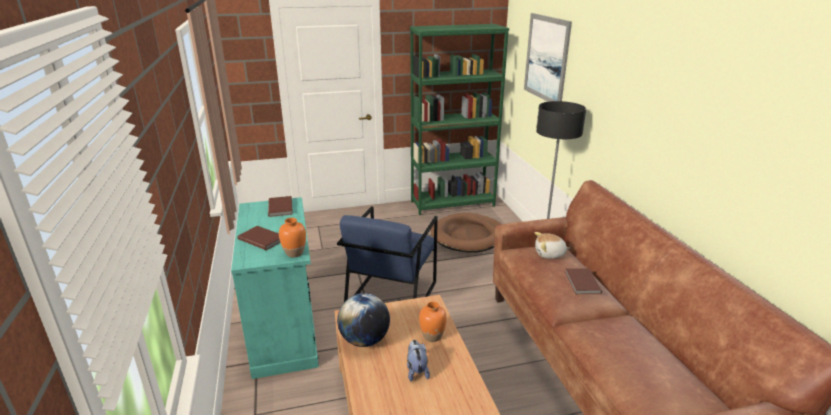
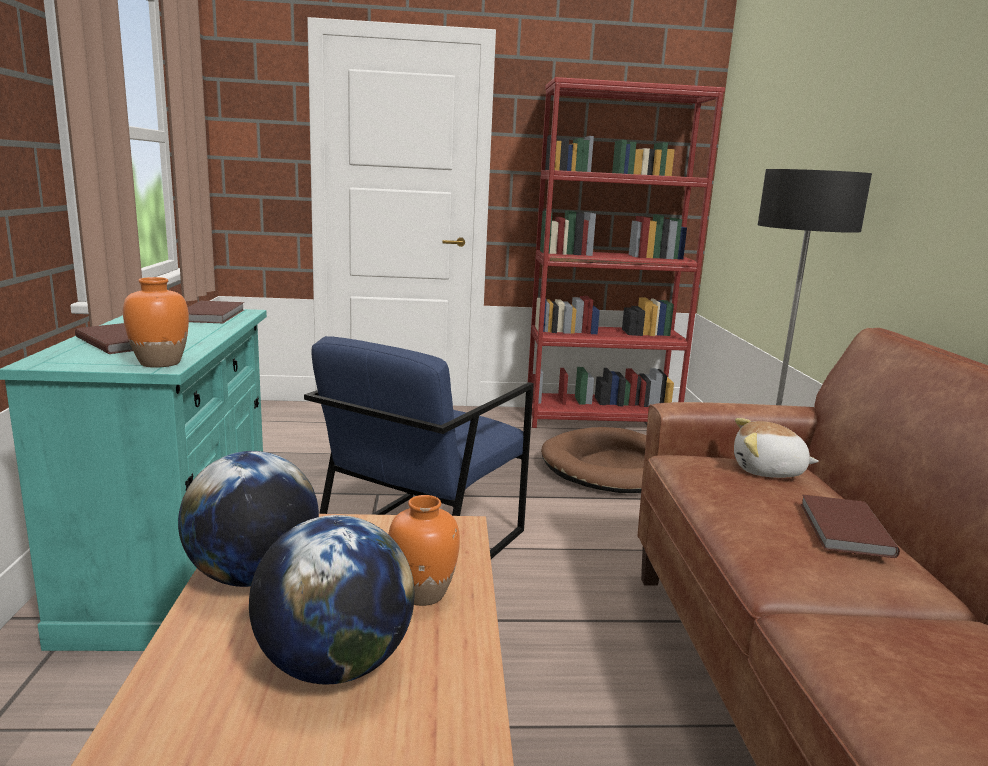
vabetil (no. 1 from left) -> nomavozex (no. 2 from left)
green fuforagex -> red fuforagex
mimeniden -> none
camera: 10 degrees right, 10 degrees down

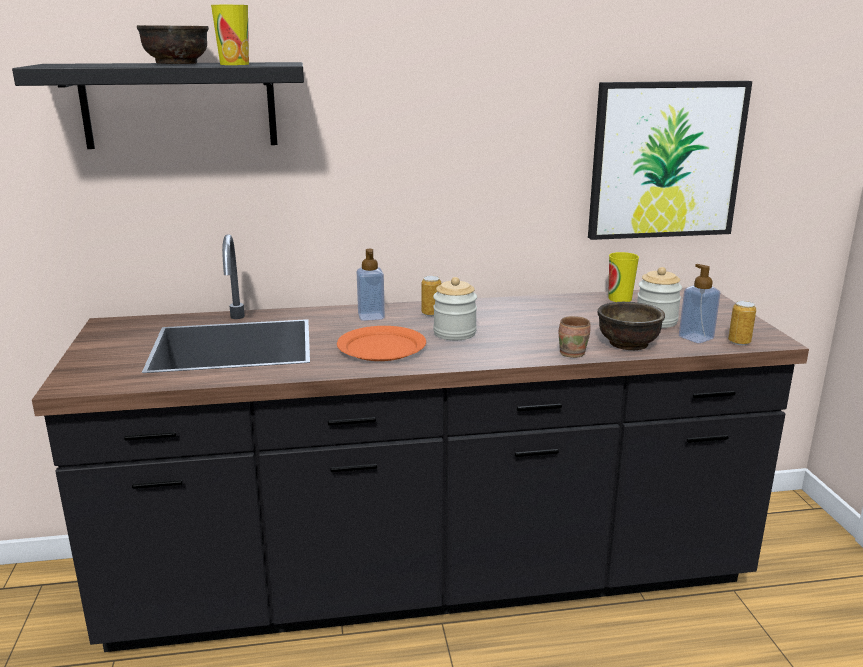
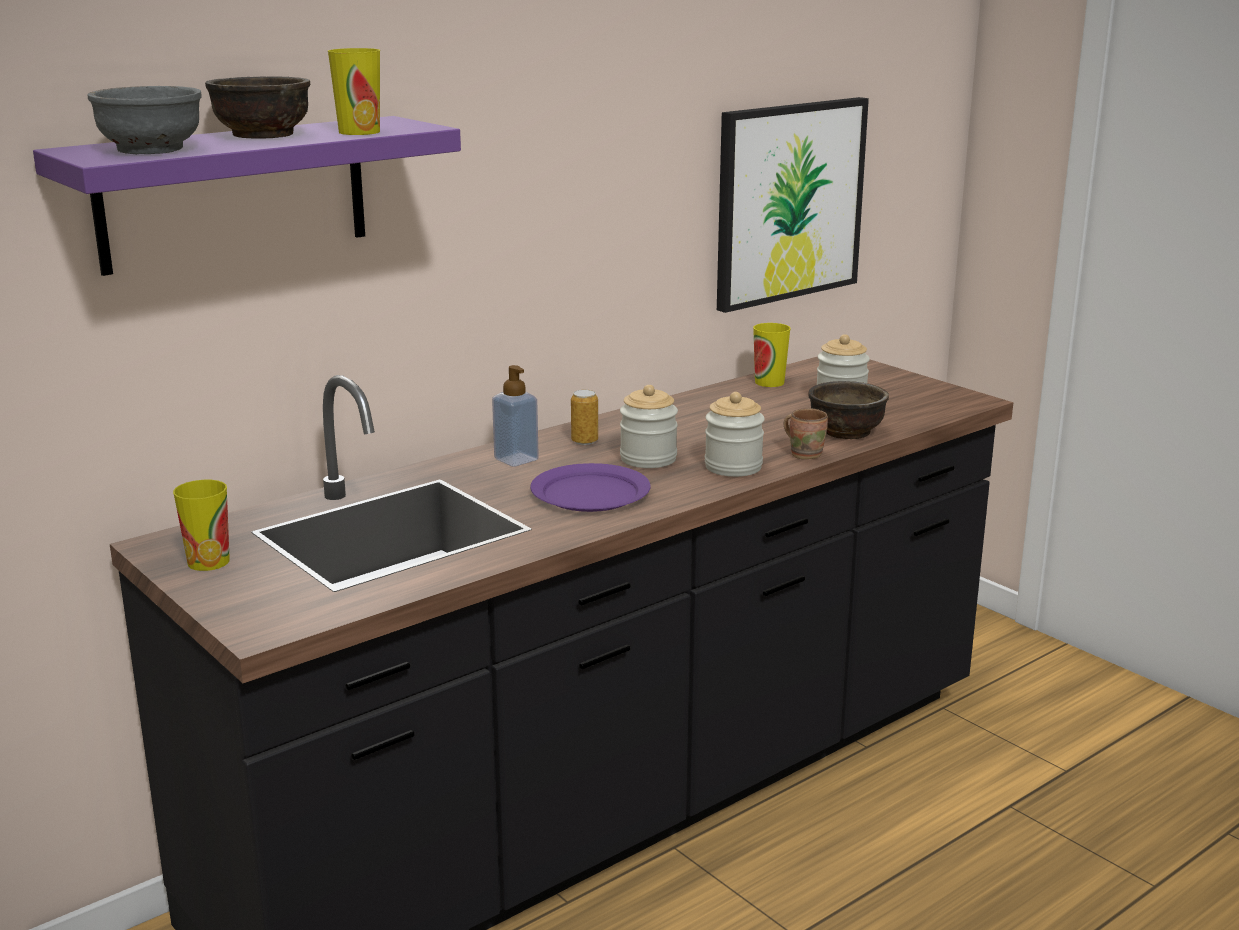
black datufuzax -> purple datufuzax
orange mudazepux -> purple mudazepux
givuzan (no. 2 from left) -> none
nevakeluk (no. 2 from left) -> none
none -> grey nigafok
none -> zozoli (no. 1 from left)
none -> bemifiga (no. 2 from left)
camera: 30 degrees left, 0 degrees up

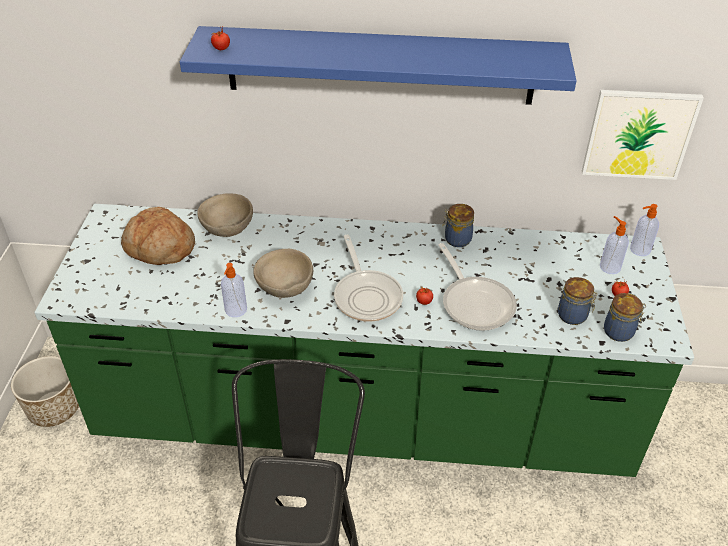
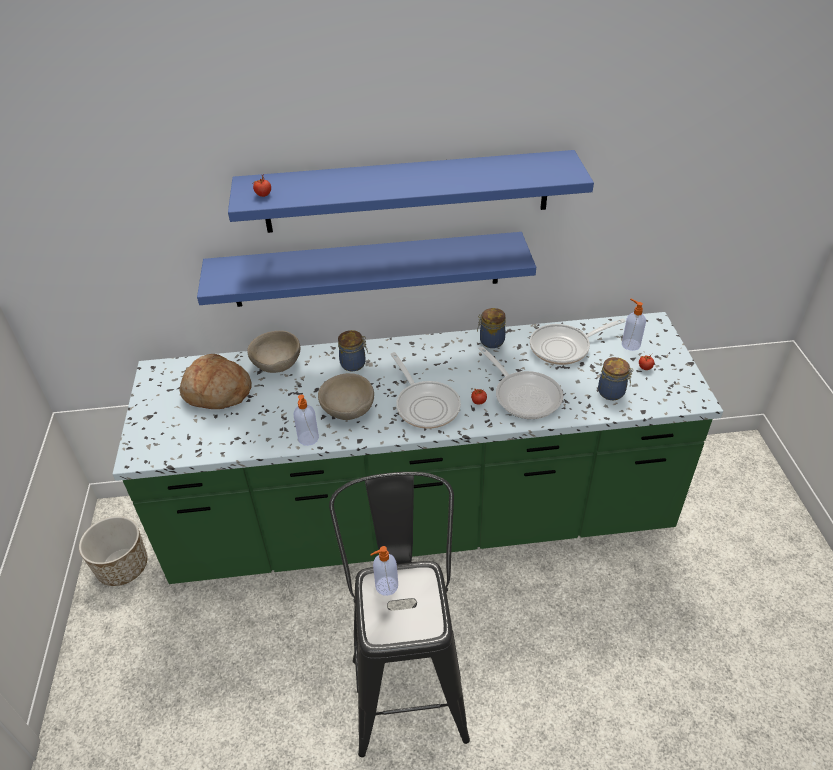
mimeniden -> none
bemifiga (no. 3 from left in the first image) -> bemifiga (no. 1 from left), shifted
givuzan (no. 3 from left in the first image) -> givuzan (no. 2 from left), shifted
none -> blue datufuzax (no. 1 from left)
none -> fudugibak (no. 3 from left)
camera: 10 degrees left, 0 degrees up

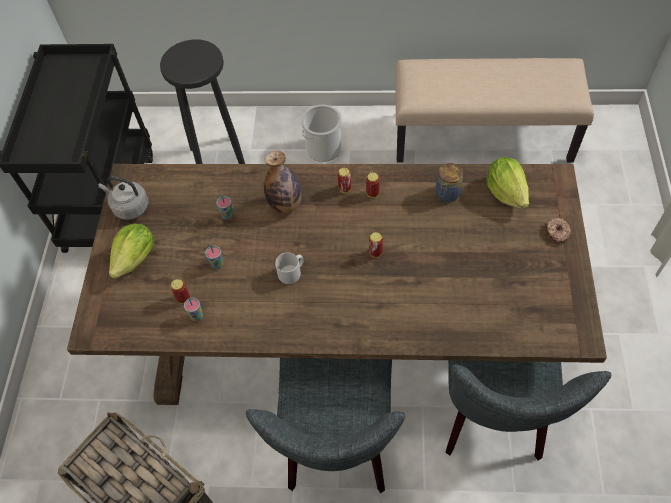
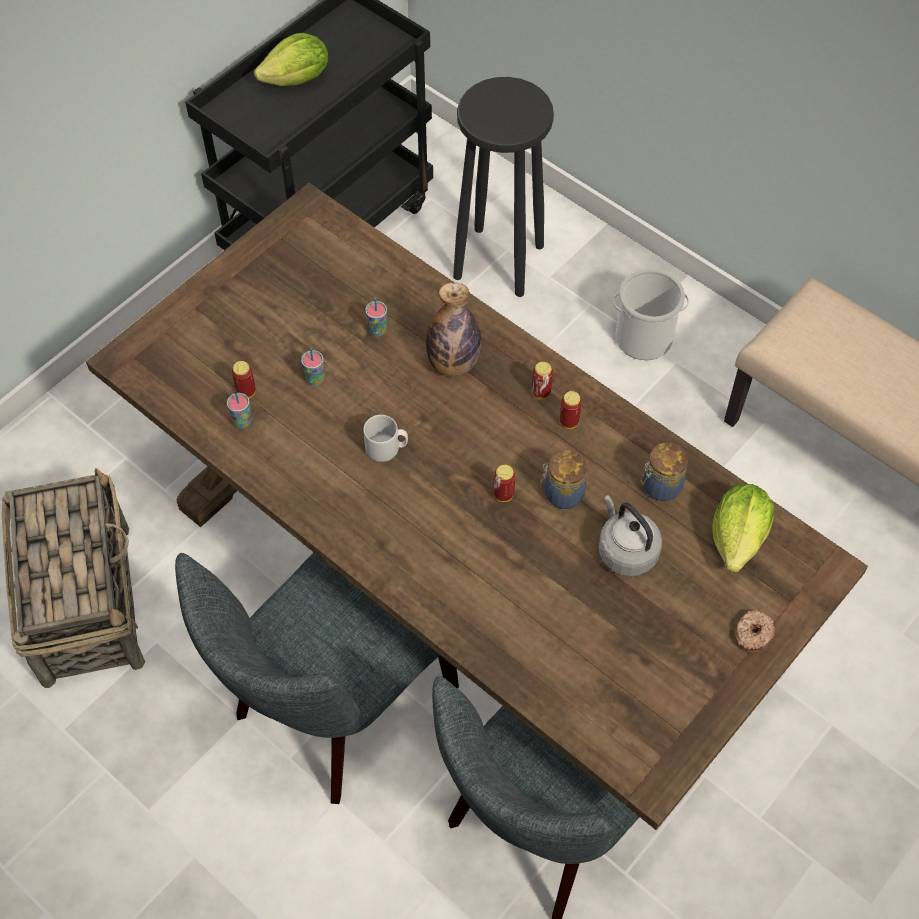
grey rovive, shifted
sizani (no. 1 from left), shifted
none -> bemifiga (no. 1 from left)
camera: 35 degrees right, 0 degrees up

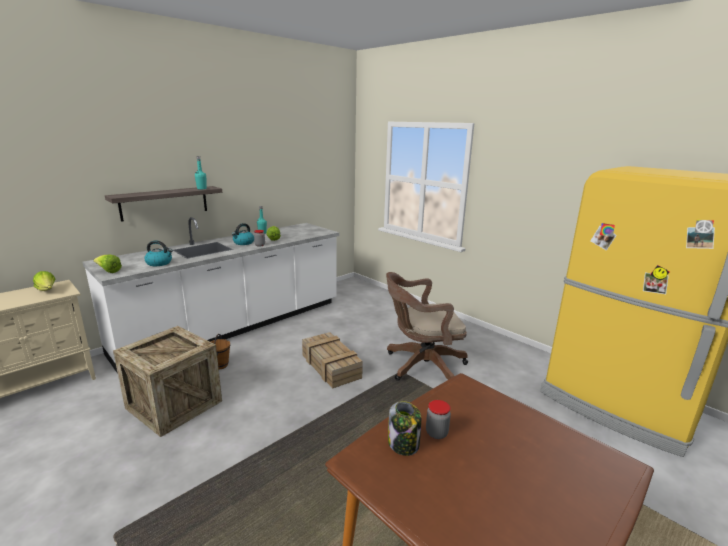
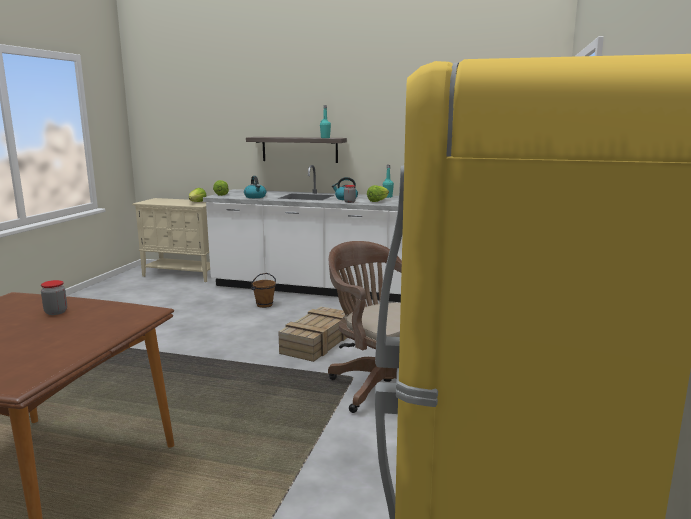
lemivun (no. 1 from left) -> none
bemifiga (no. 2 from left) -> none
camera: 60 degrees right, 5 degrees down

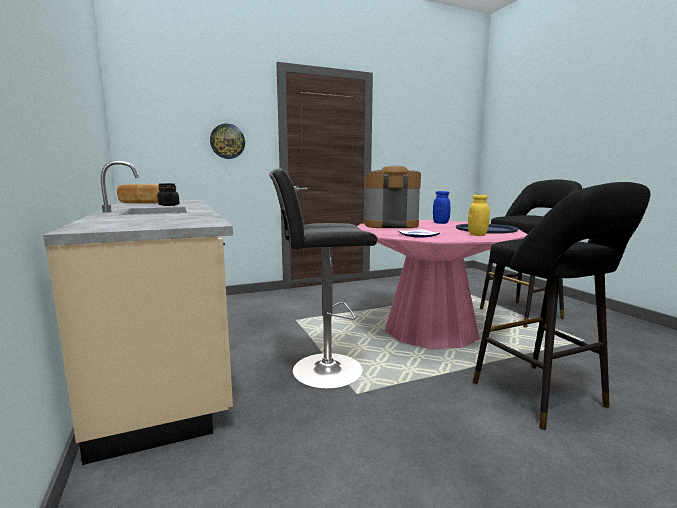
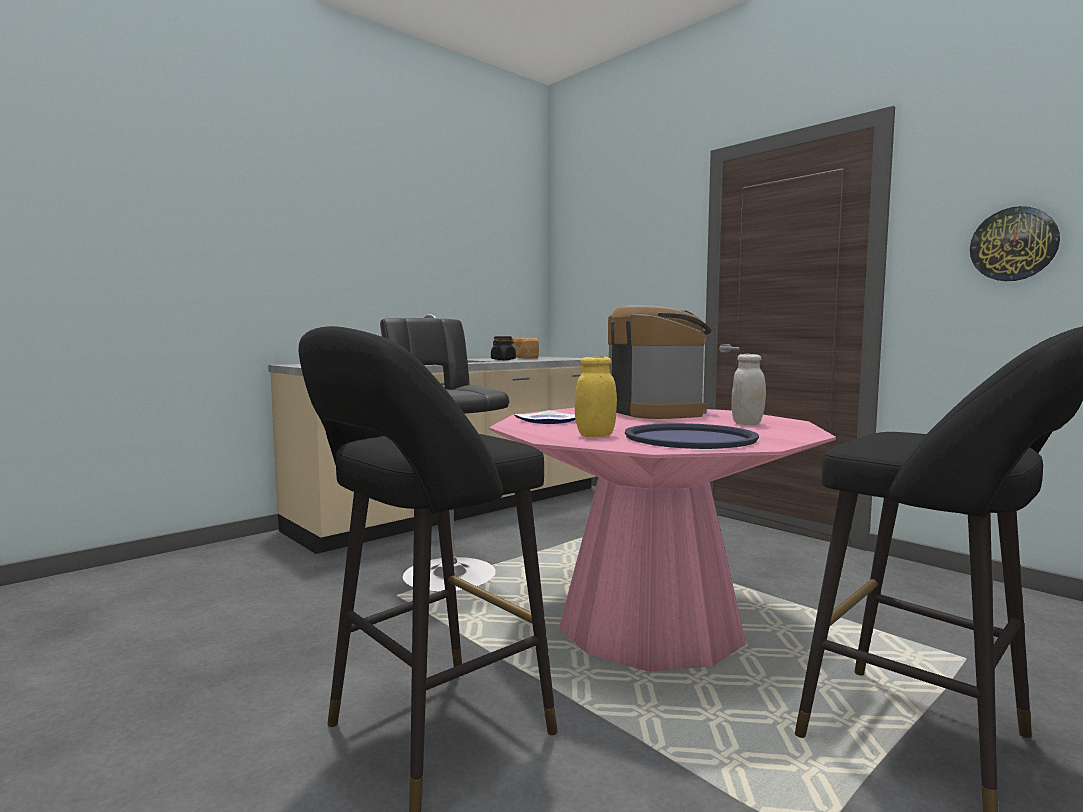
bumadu, shifted
blue bemifiga -> white bemifiga
camera: 70 degrees right, 5 degrees down

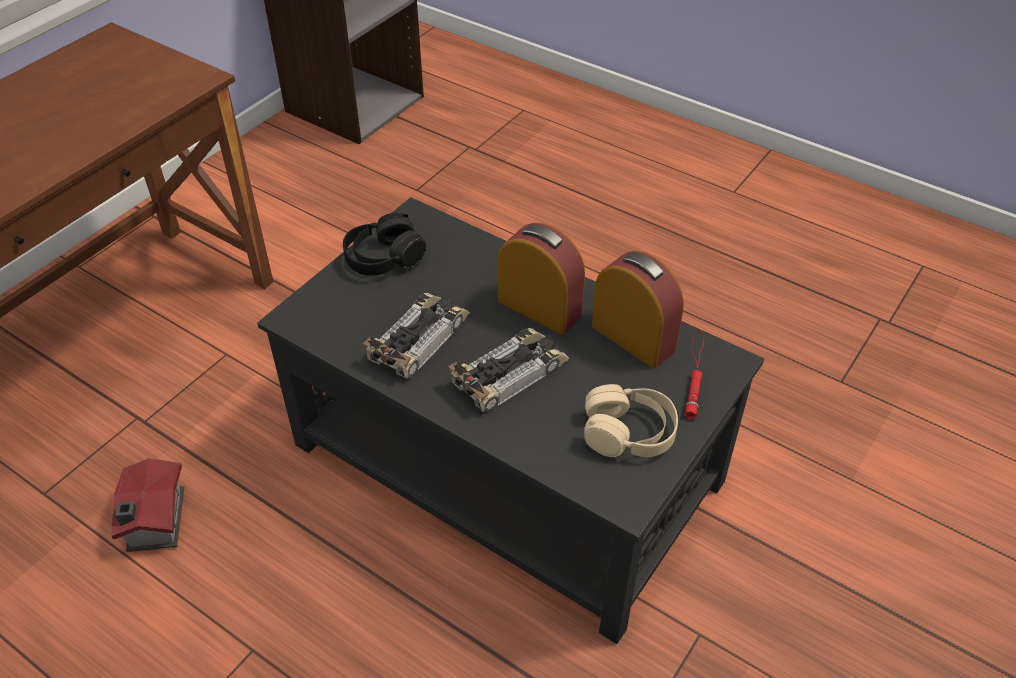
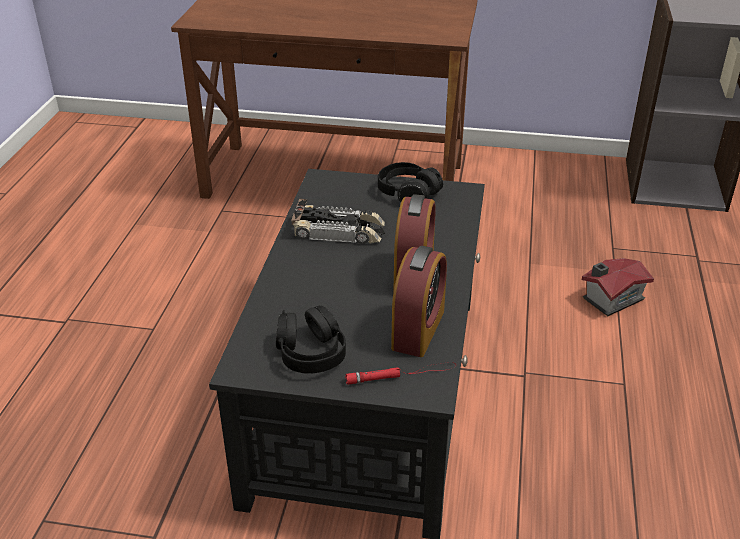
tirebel, shifted
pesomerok (no. 2 from left) -> none
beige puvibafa -> black puvibafa (no. 1 from left)
camera: 65 degrees right, 10 degrees down

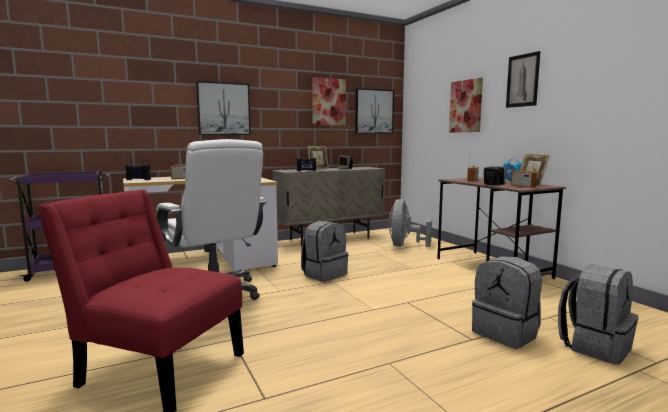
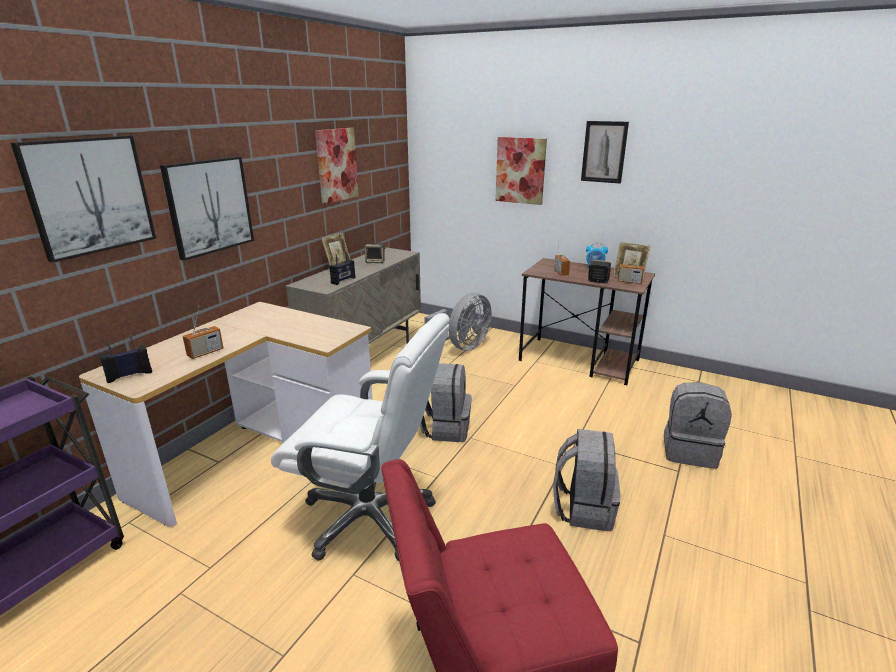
mimeniden (no. 3 from left in the first image) -> mimeniden (no. 1 from left), shifted
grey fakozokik, 120 degrees counterclockwise
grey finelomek (no. 3 from left in the first image) -> grey finelomek (no. 2 from left), shifted
camera: 35 degrees left, 15 degrees up

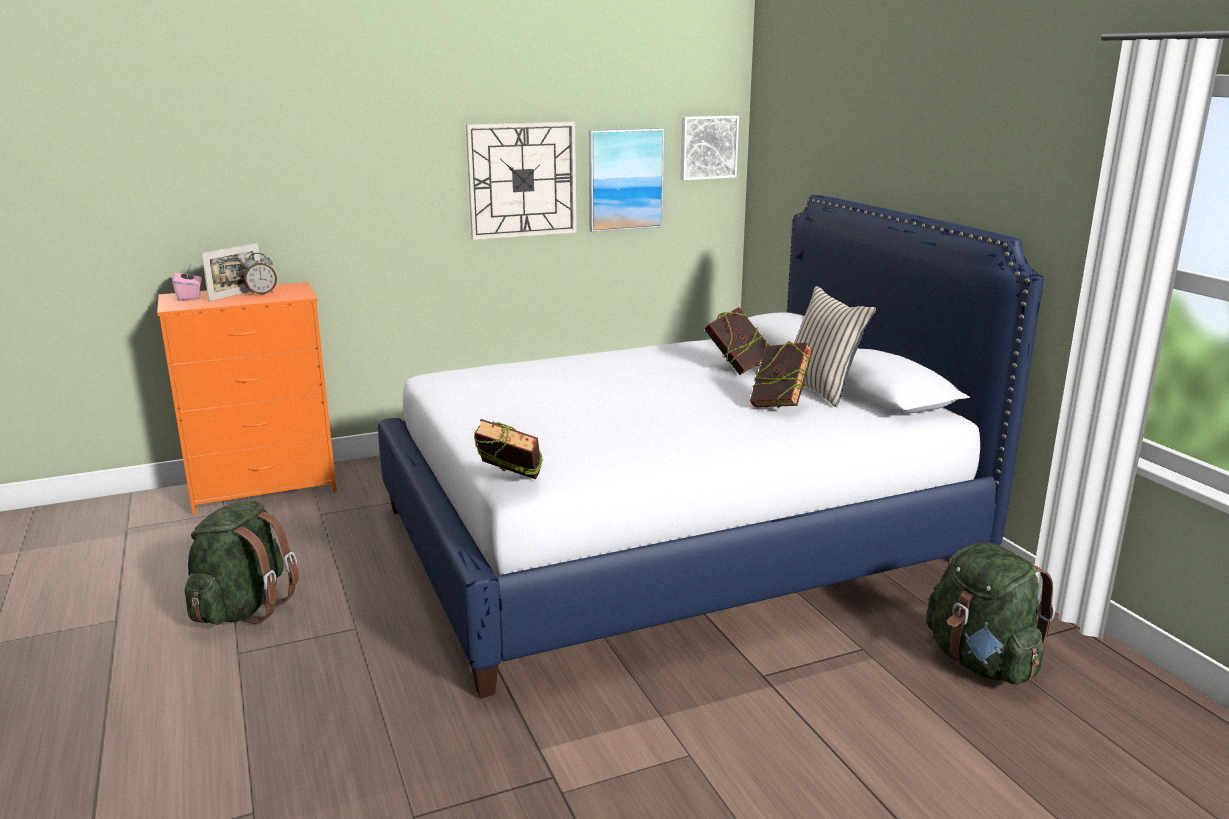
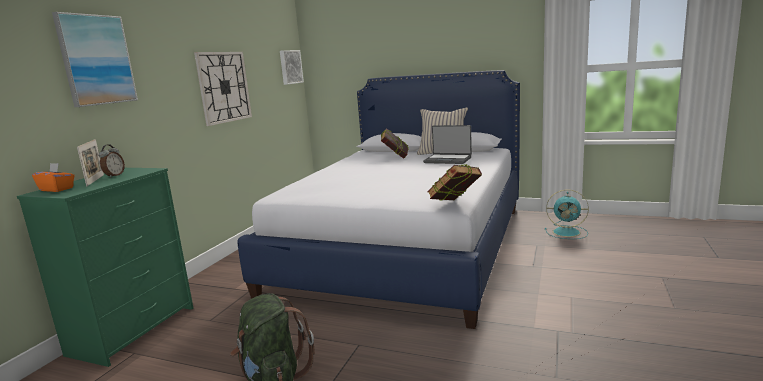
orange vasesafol -> green vasesafol
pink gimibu -> orange gimibu
mimeniden (no. 1 from left), shifted
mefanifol (no. 3 from left) -> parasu
green finelomek (no. 2 from left) -> turquoise fakozokik
camera: 45 degrees left, 5 degrees down

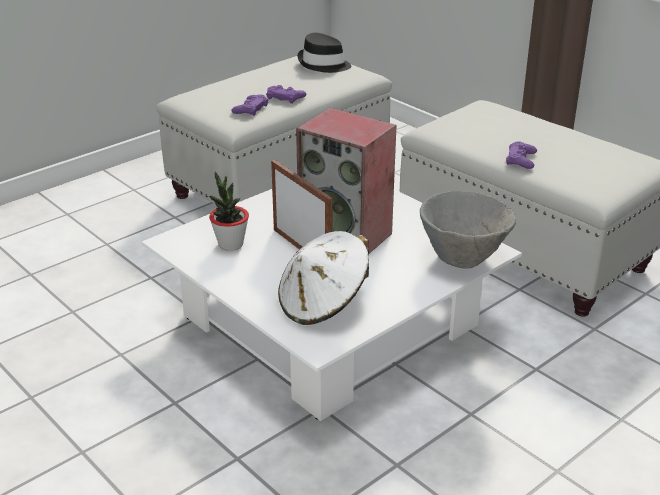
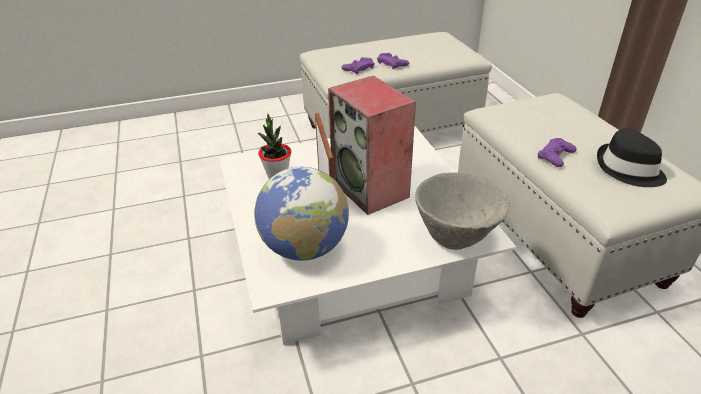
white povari -> nomavozex
black povari, shifted
camera: 25 degrees right, 5 degrees up

